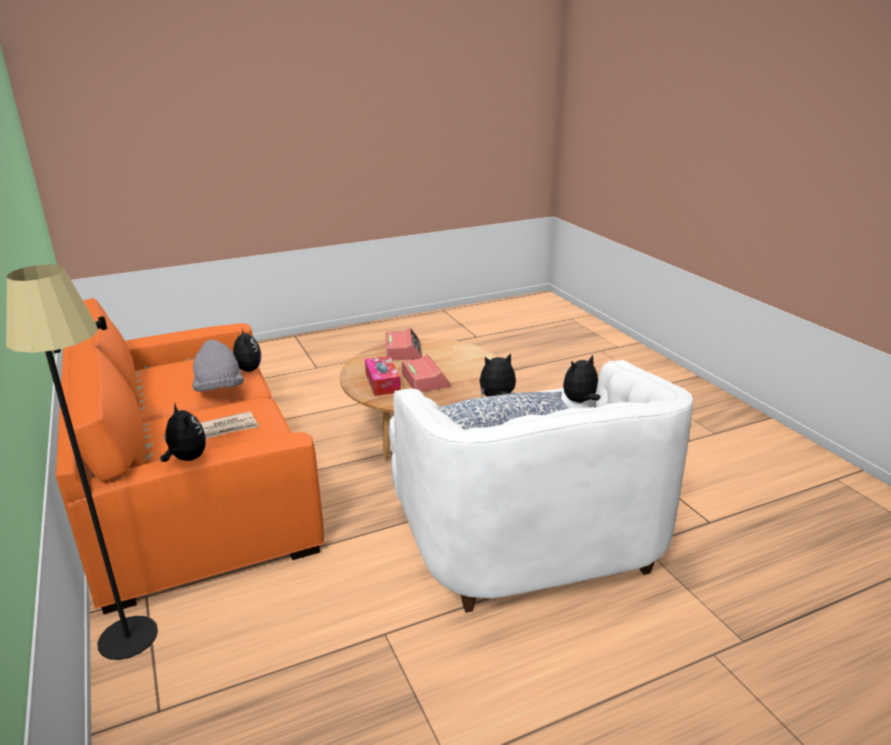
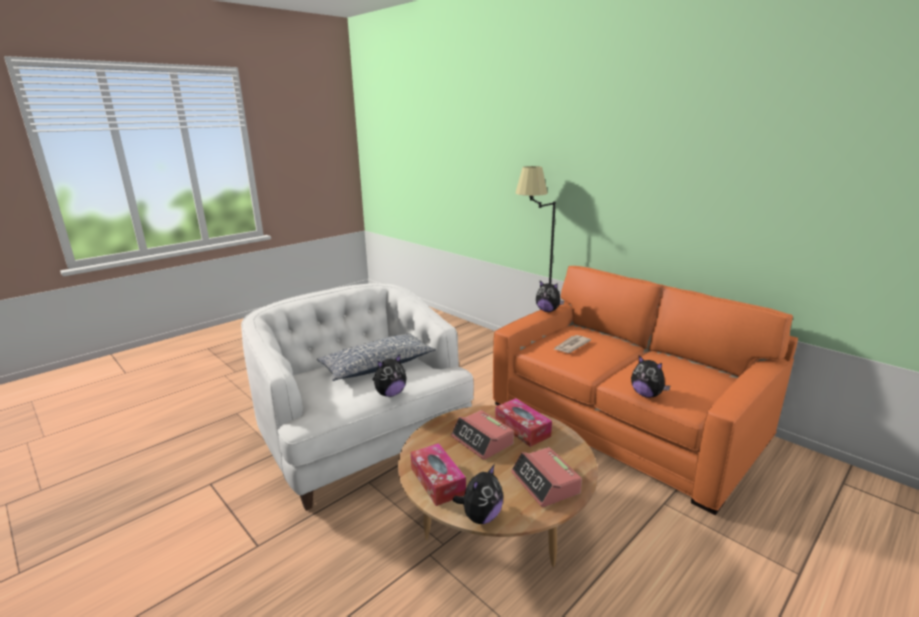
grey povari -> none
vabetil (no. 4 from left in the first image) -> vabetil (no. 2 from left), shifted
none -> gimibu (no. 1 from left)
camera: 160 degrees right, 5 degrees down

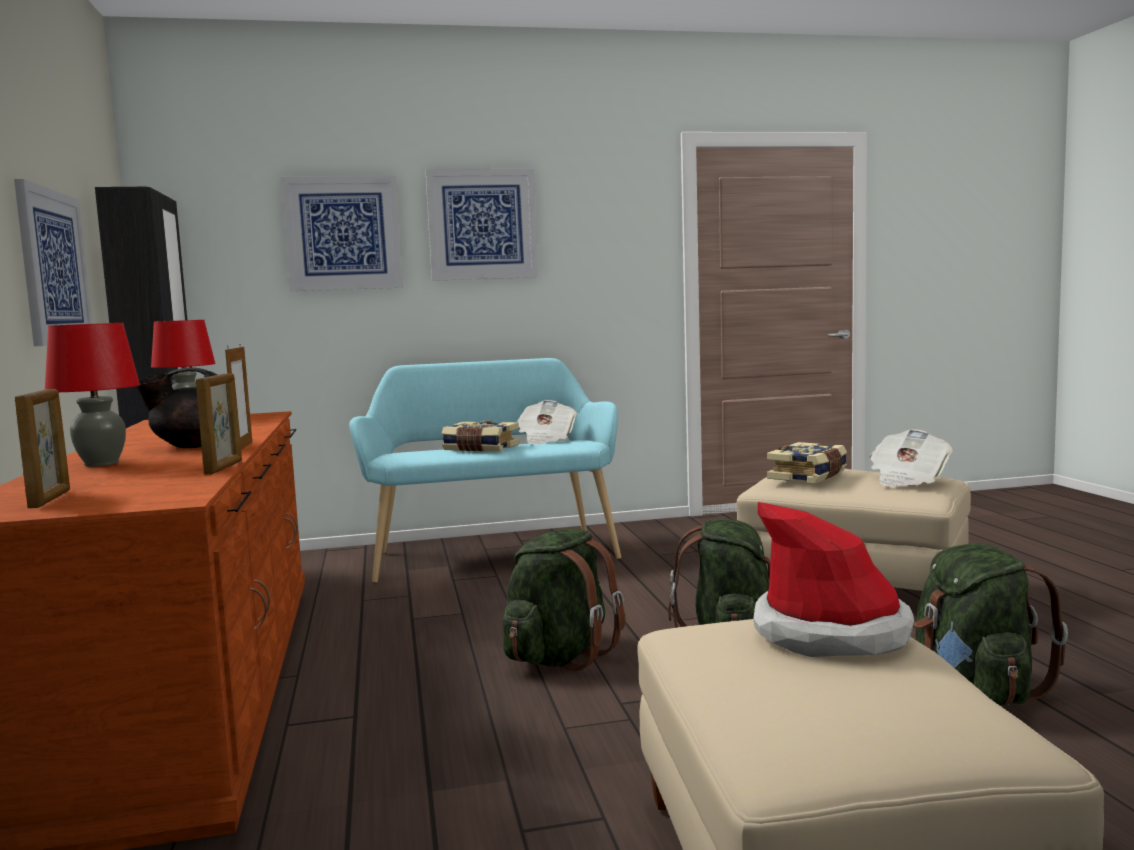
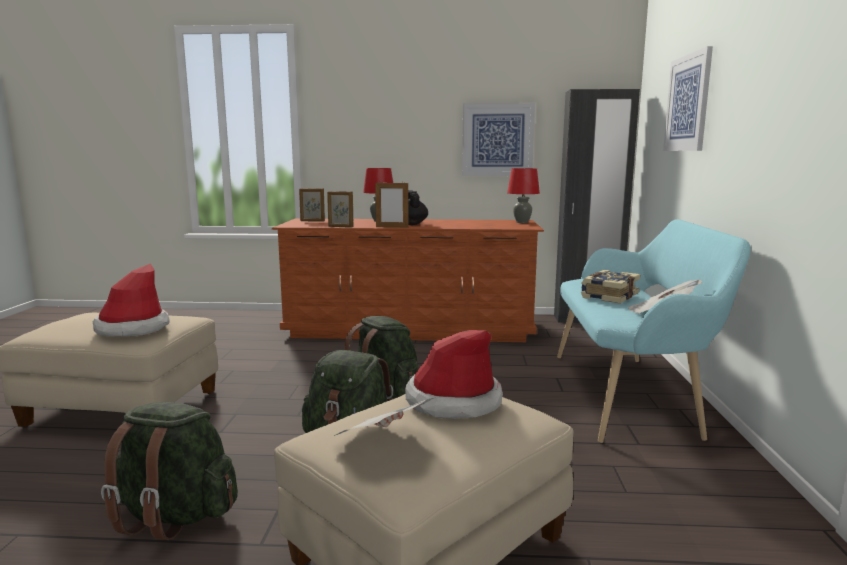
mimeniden (no. 3 from left) -> none
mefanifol (no. 2 from left) -> povari (no. 2 from left)
camera: 105 degrees right, 5 degrees up

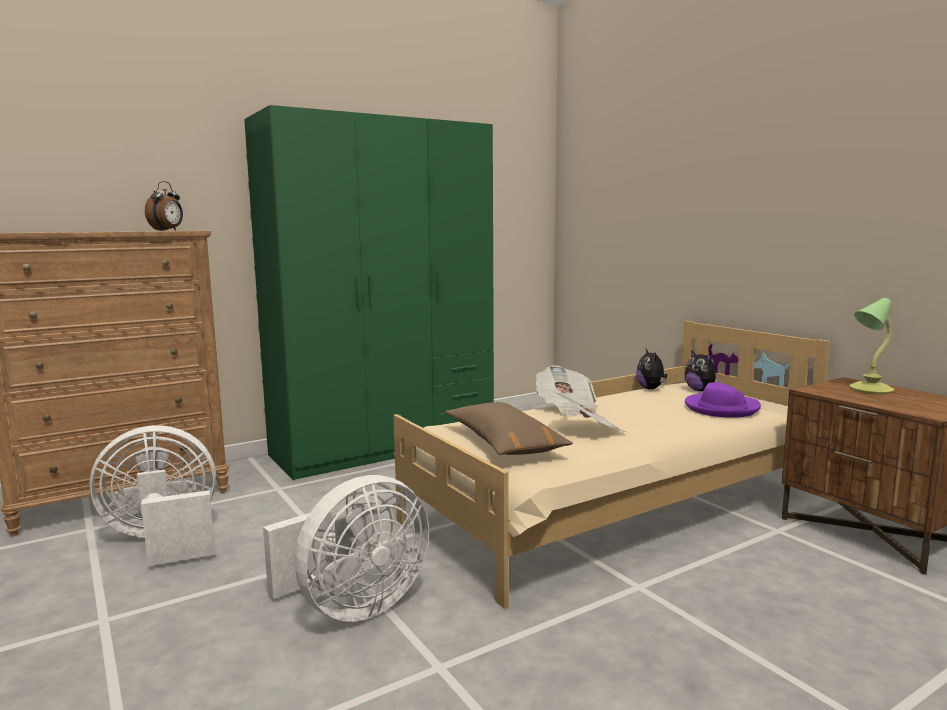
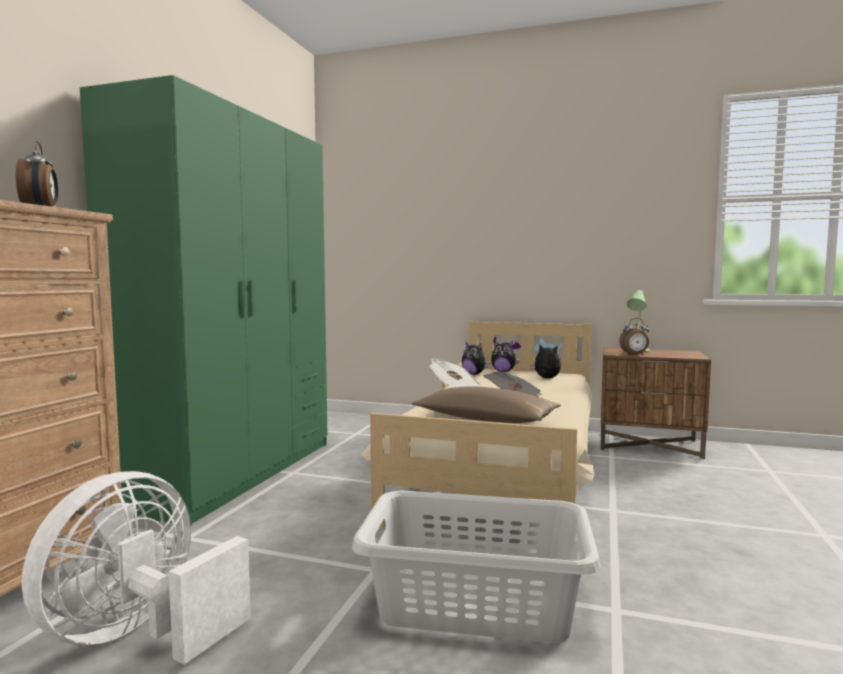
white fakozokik (no. 2 from left) -> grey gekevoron
purple povari -> vabetil (no. 3 from left)
none -> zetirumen (no. 2 from left)
camera: 40 degrees left, 5 degrees down

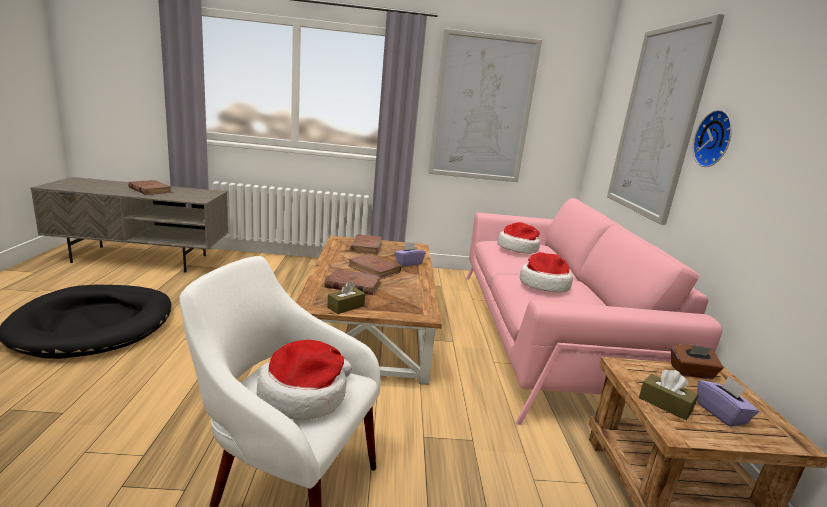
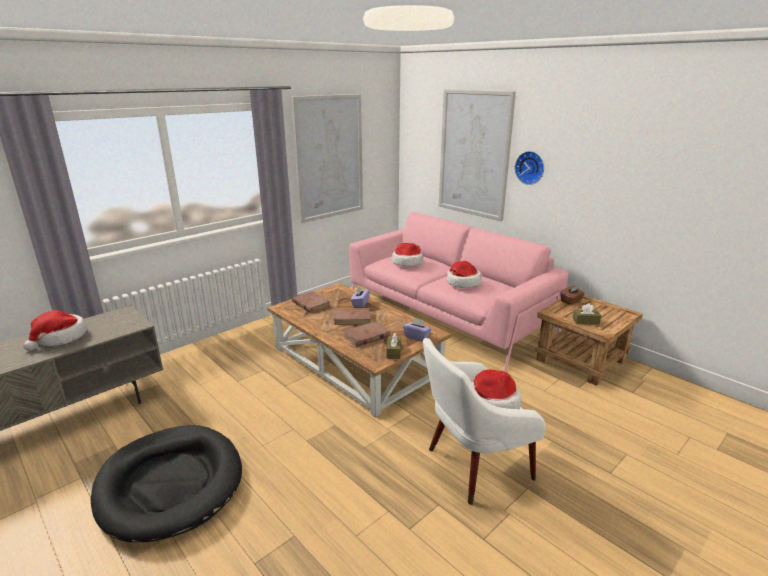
brown mefanifol (no. 1 from left) -> povari (no. 1 from left)
purple gimibu (no. 2 from left), shifted
camera: 40 degrees left, 5 degrees up

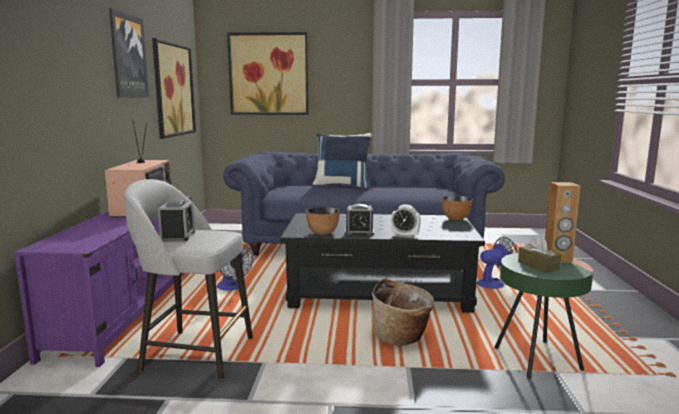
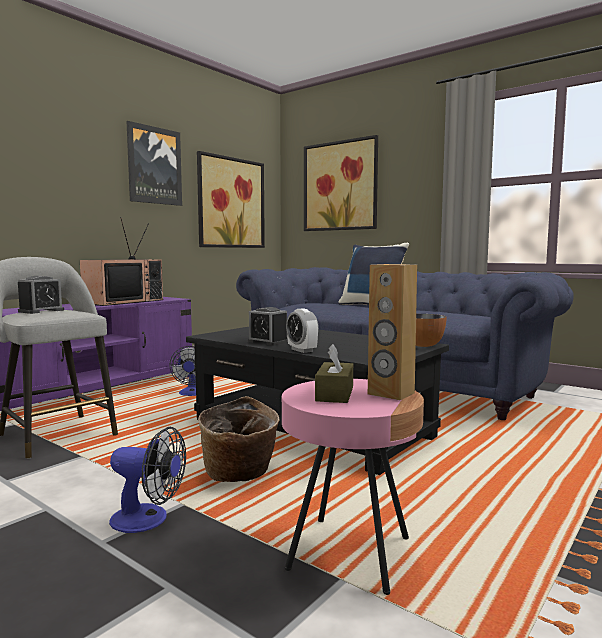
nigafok (no. 1 from left) -> none
fakozokik (no. 2 from left in the first image) -> fakozokik (no. 1 from left), shifted
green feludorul -> pink feludorul
camera: 35 degrees right, 5 degrees down

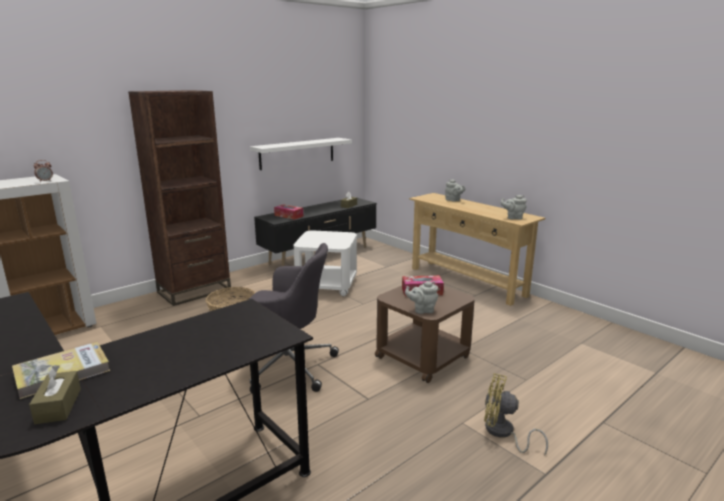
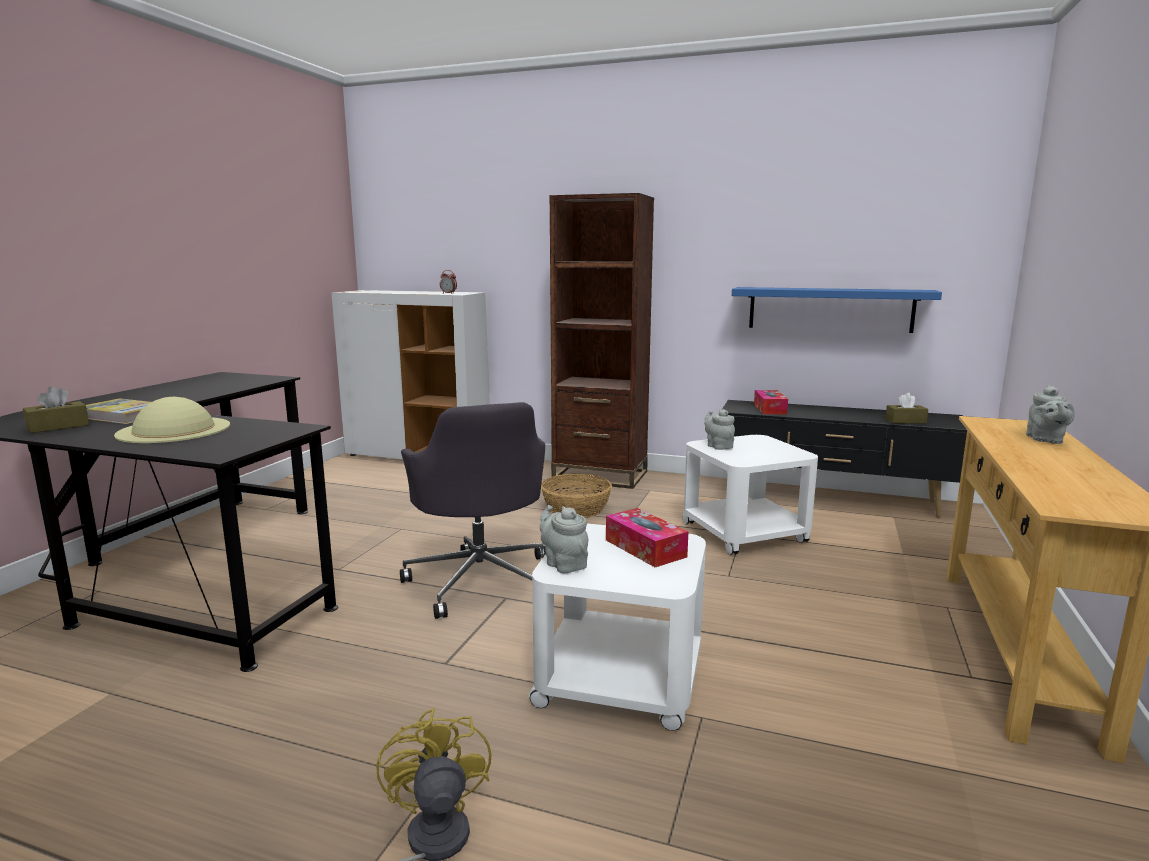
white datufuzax -> blue datufuzax
brown feludorul -> white feludorul (no. 1 from left)
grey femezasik (no. 3 from left in the first image) -> grey femezasik (no. 2 from left), shifted
none -> beige povari
camera: 60 degrees right, 5 degrees down

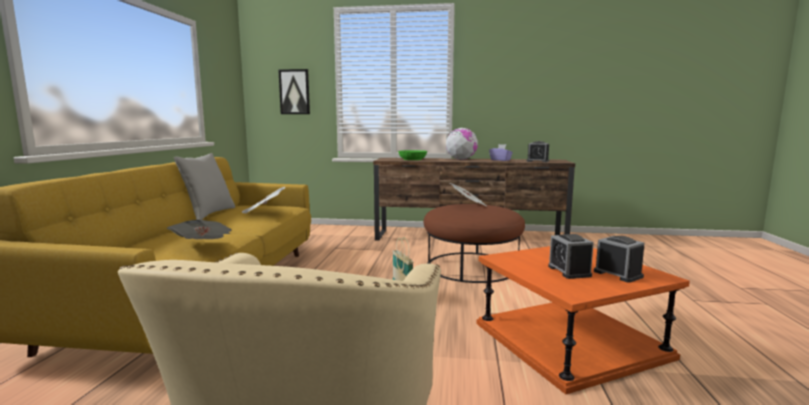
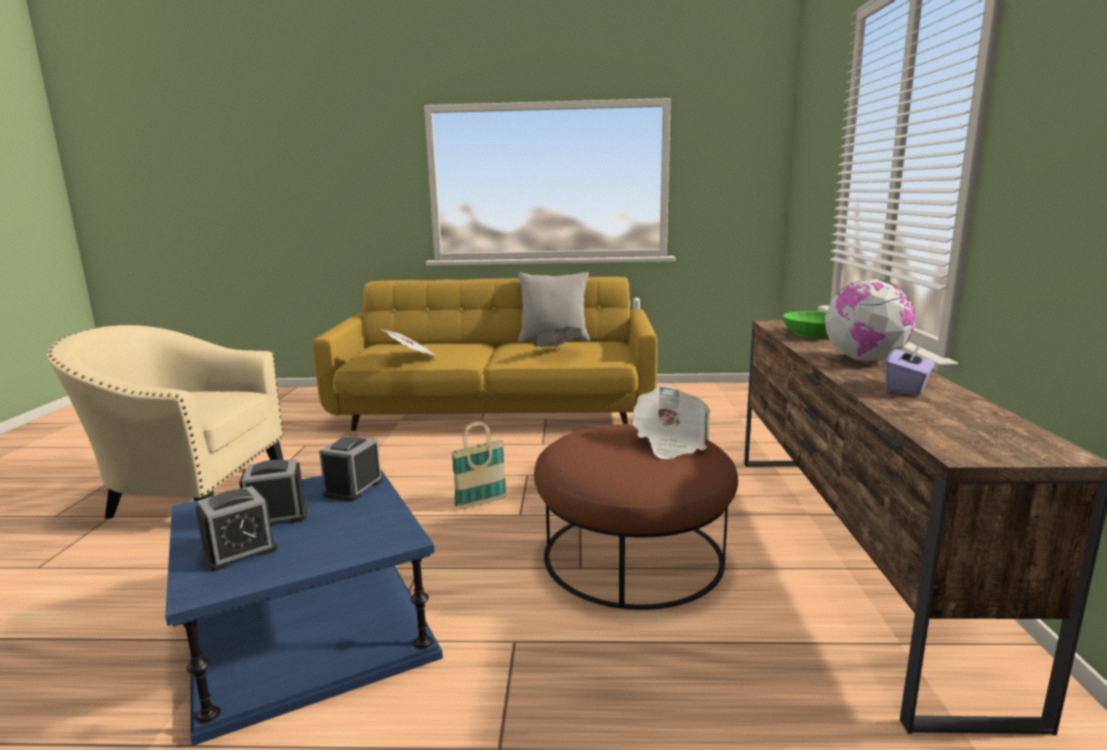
mimeniden -> none
orange feludorul -> blue feludorul
zetirumen (no. 1 from left in the first image) -> zetirumen (no. 3 from left), shifted
camera: 85 degrees right, 5 degrees up

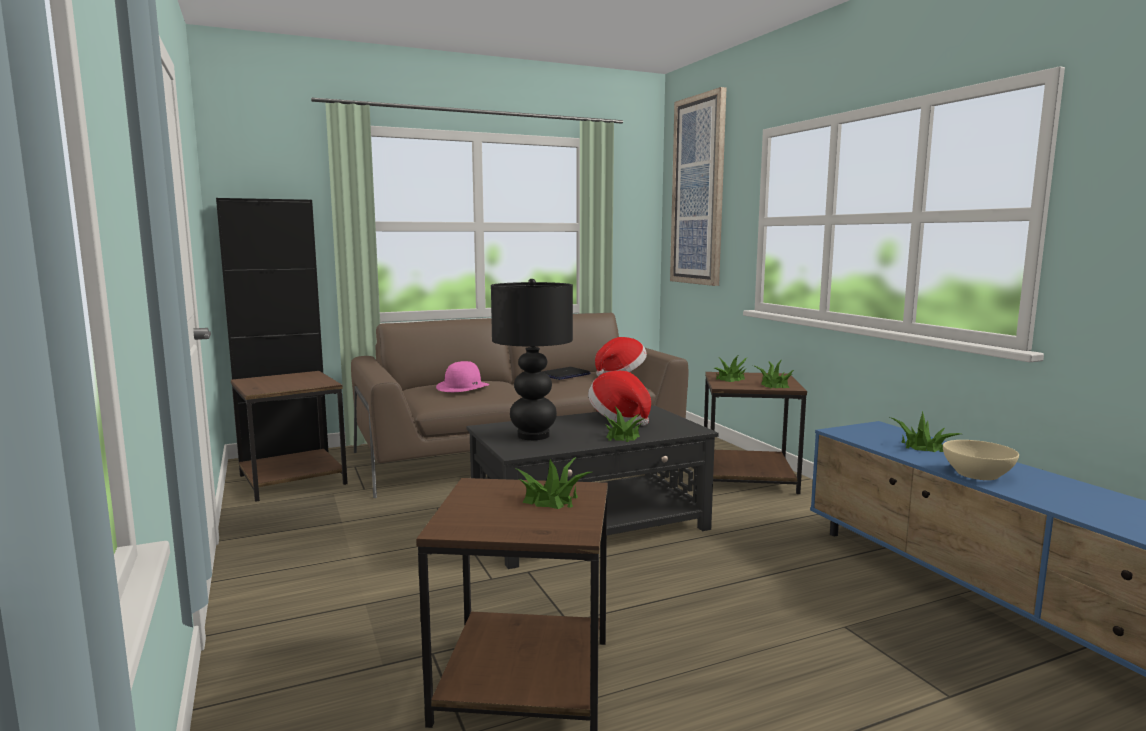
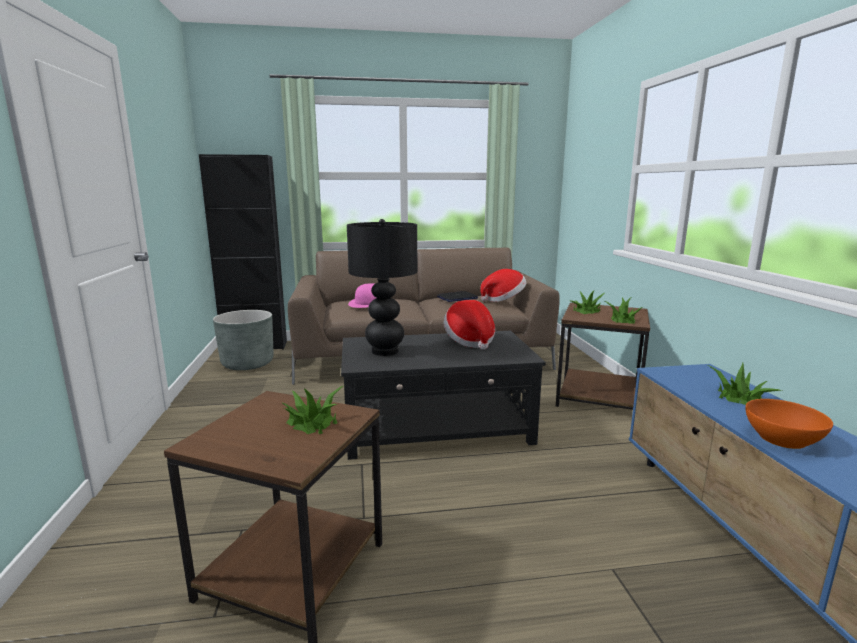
brown feludorul (no. 1 from left) -> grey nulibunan
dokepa (no. 2 from left) -> none
mimeniden -> none
beige nigafok -> orange nigafok
camera: 15 degrees right, 5 degrees up

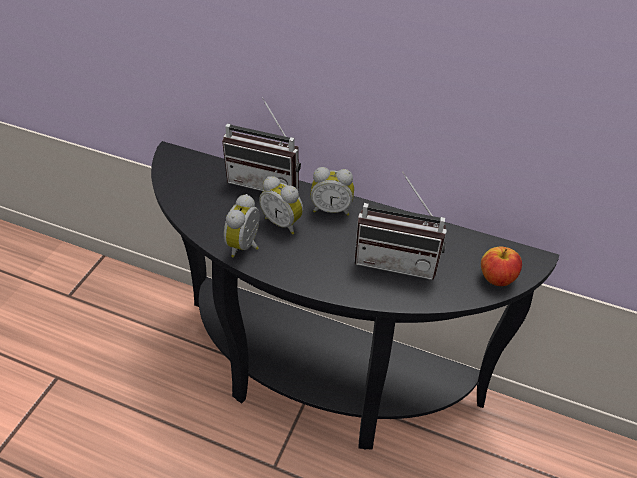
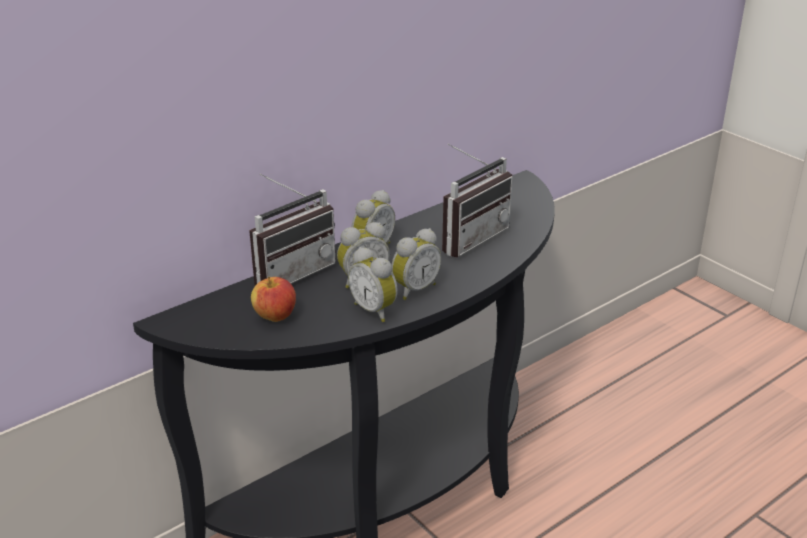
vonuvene, shifted
none -> zetirumen (no. 4 from left)
camera: 60 degrees left, 15 degrees down

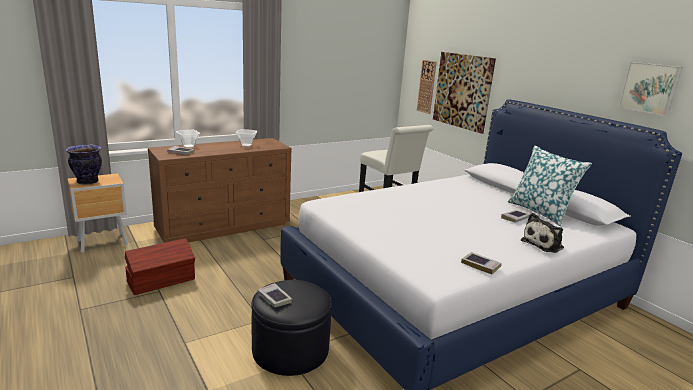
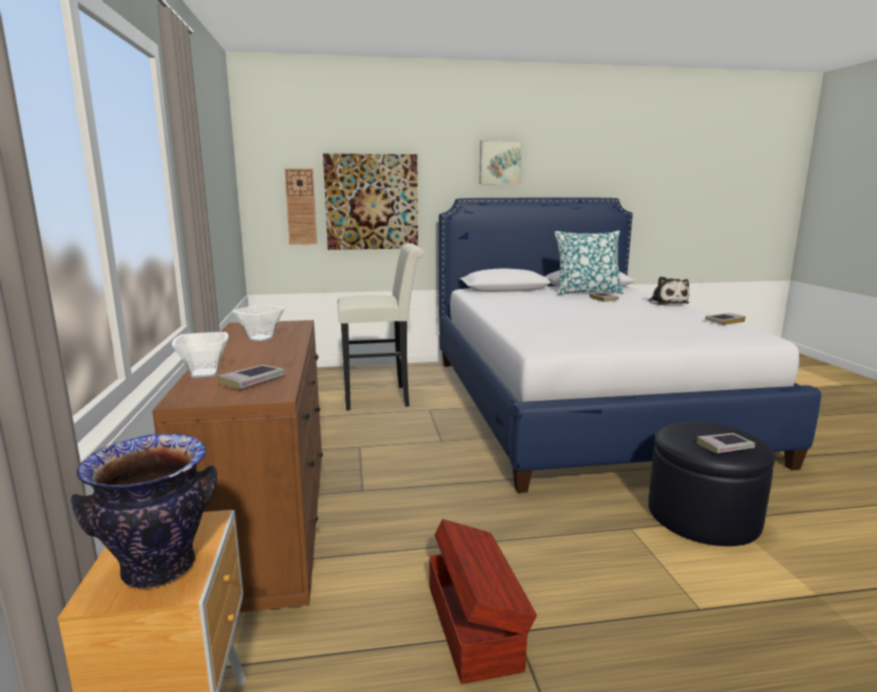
mimeniden (no. 2 from left), shifted
camera: 65 degrees left, 5 degrees down

